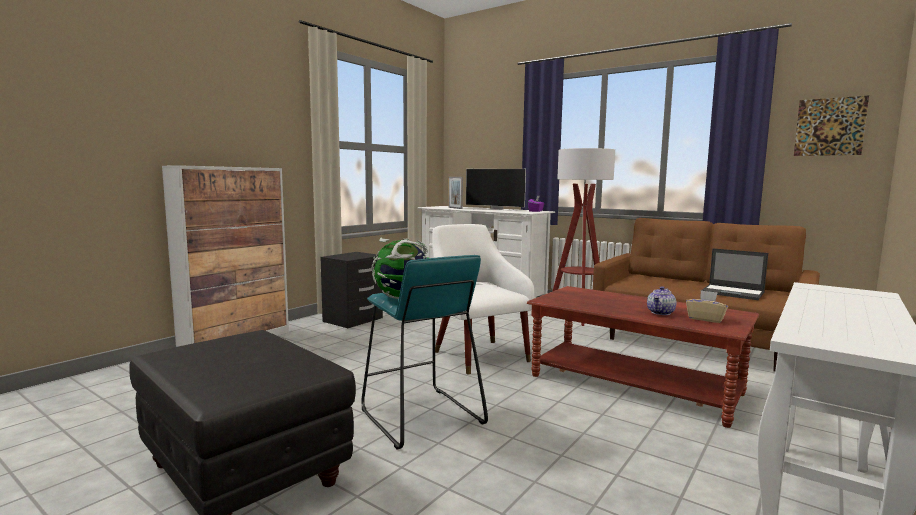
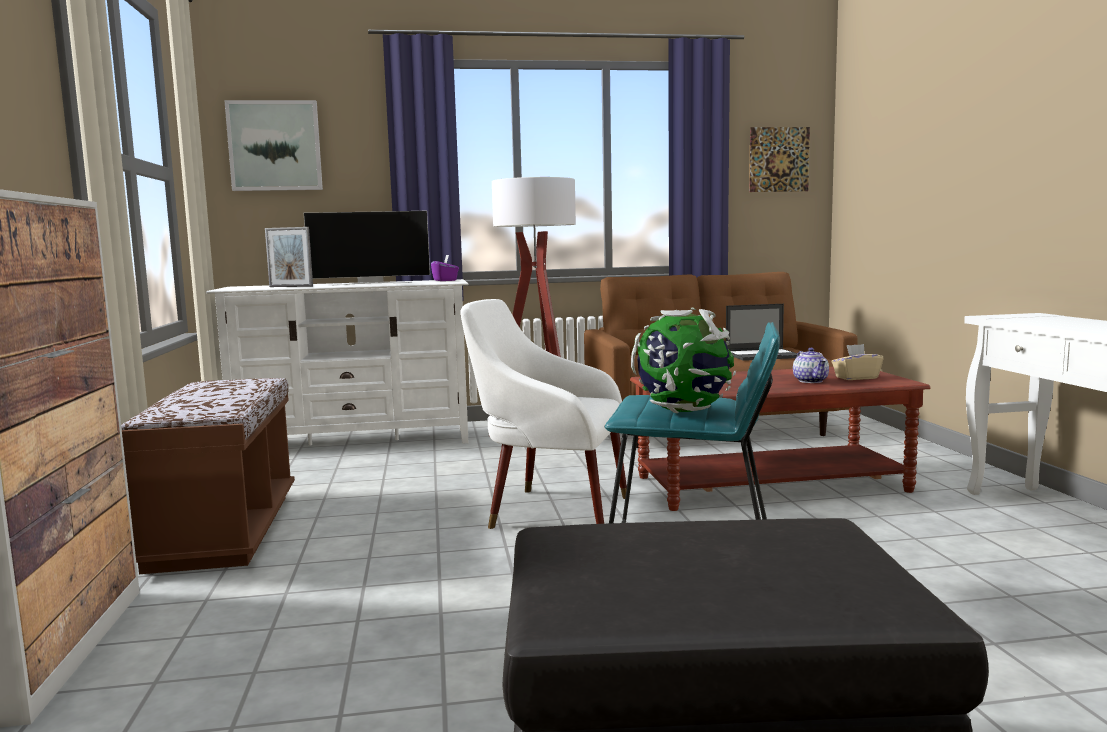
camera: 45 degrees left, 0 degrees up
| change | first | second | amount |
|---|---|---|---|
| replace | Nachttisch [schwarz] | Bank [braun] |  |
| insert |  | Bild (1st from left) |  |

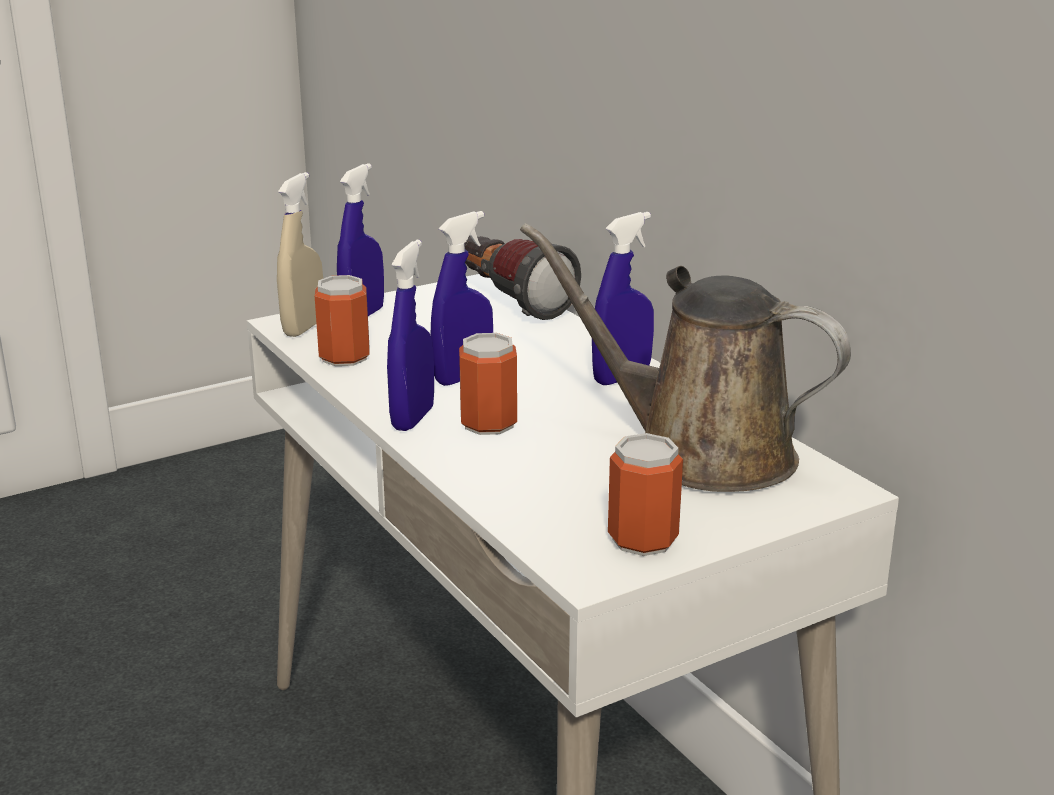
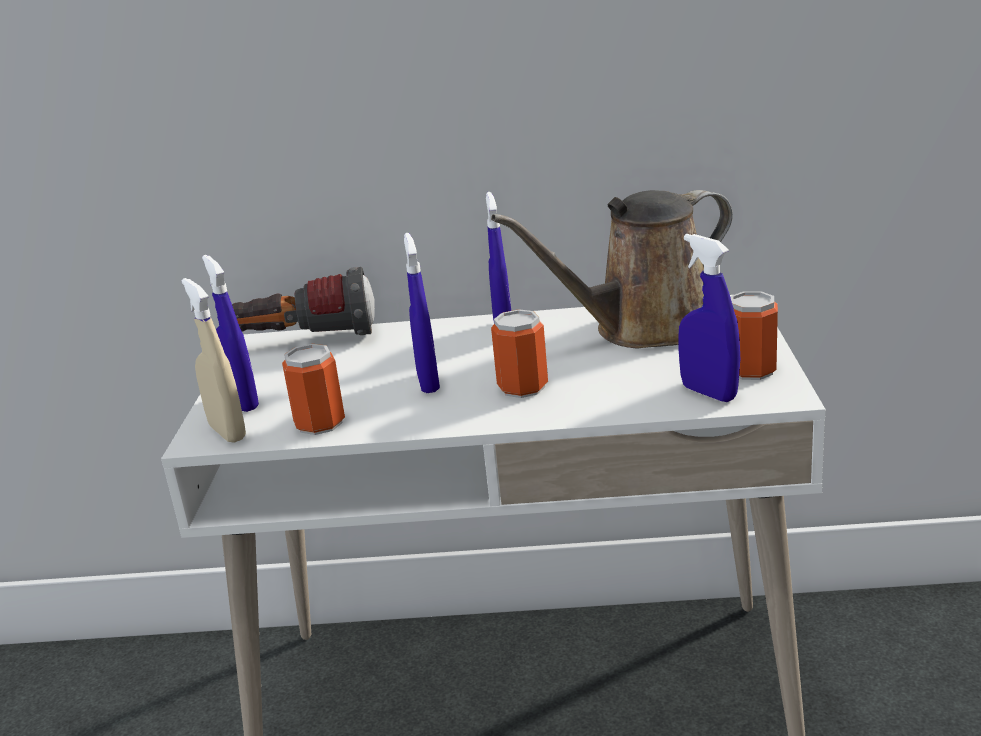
camera: 55 degrees left, 0 degrees up
| change | first | second | amount |
|---|---|---|---|
| move | Sprühflasche [blau] (2nd from left in the first image) | Sprühflasche [blau] (4th from left) |  |

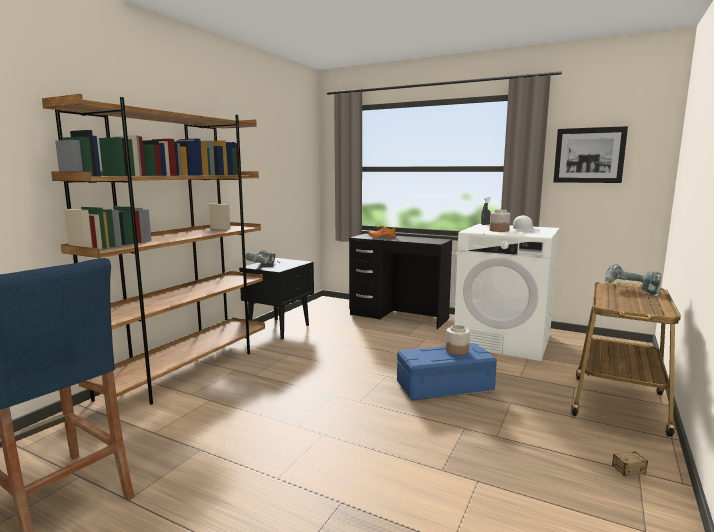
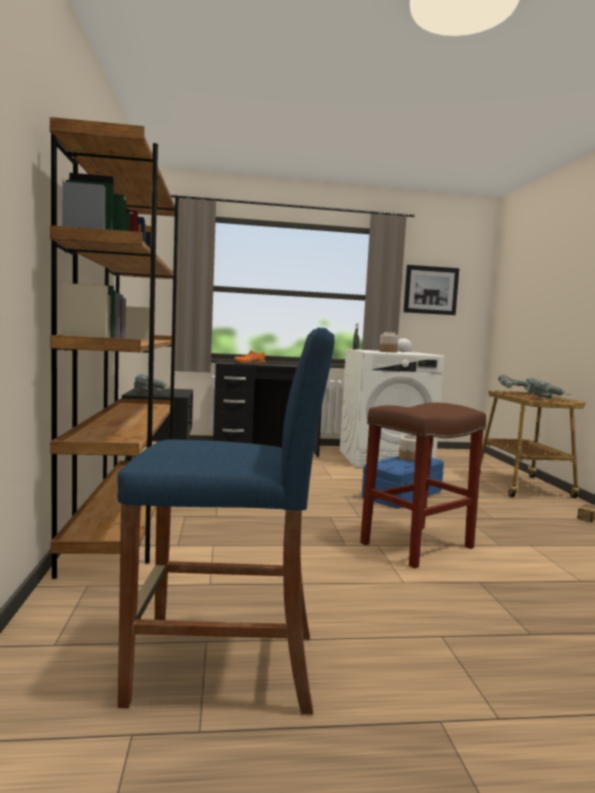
camera: 35 degrees left, 5 degrees down
| change | first | second | amount |
|---|---|---|---|
| insert |  | Bohrmaschine (3rd from left) |  |
| insert |  | Hocker [braun] |  |

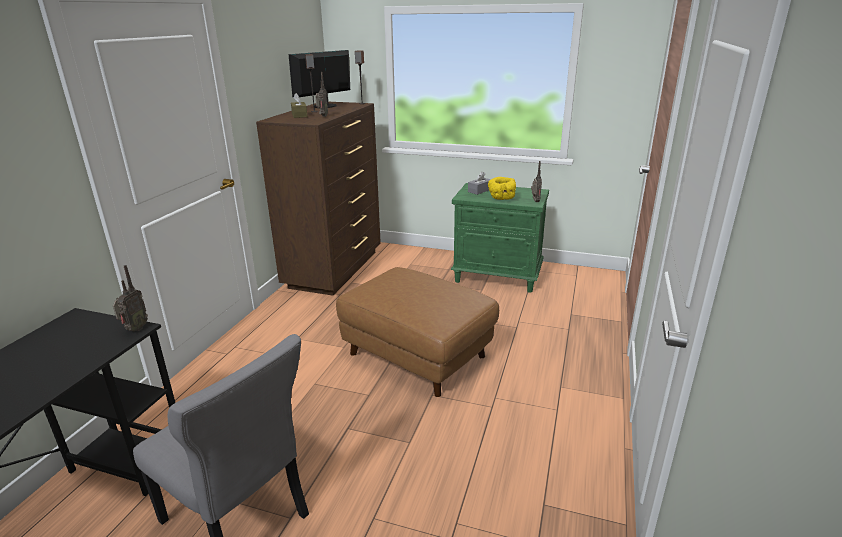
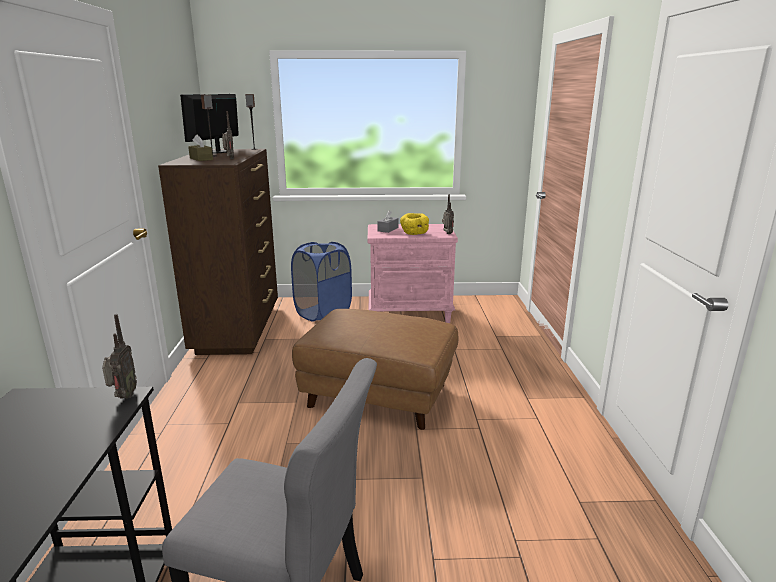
camera: 20 degrees left, 5 degrees down
| change | first | second | amount |
|---|---|---|---|
| recolor | Nachttisch [grün] | Nachttisch [rosa] |  |
| insert |  | Wäschekorb [blau] |  |

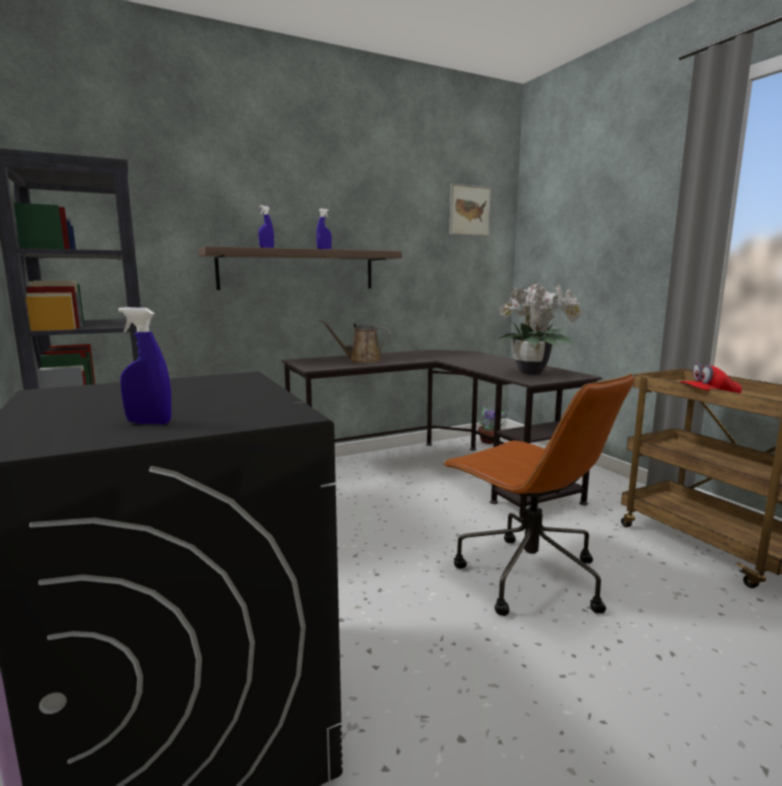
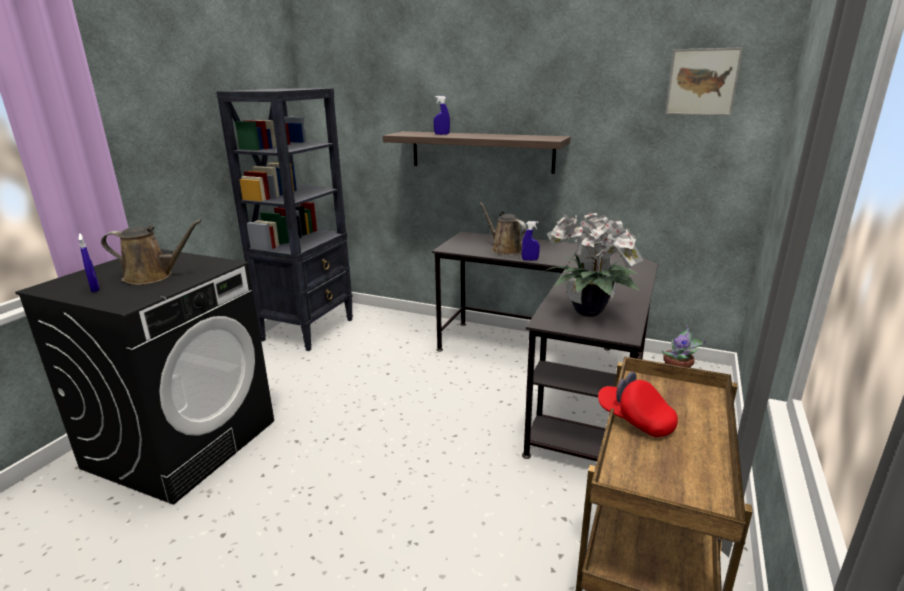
camera: 50 degrees right, 10 degrees up
| change | first | second | amount |
|---|---|---|---|
| move | Sprühflasche [blau] (3rd from left) |  |  |
| delete | Bürostuhl [braun] |  |  |
| insert |  | Gießkanne [braun] (1st from left) |  |

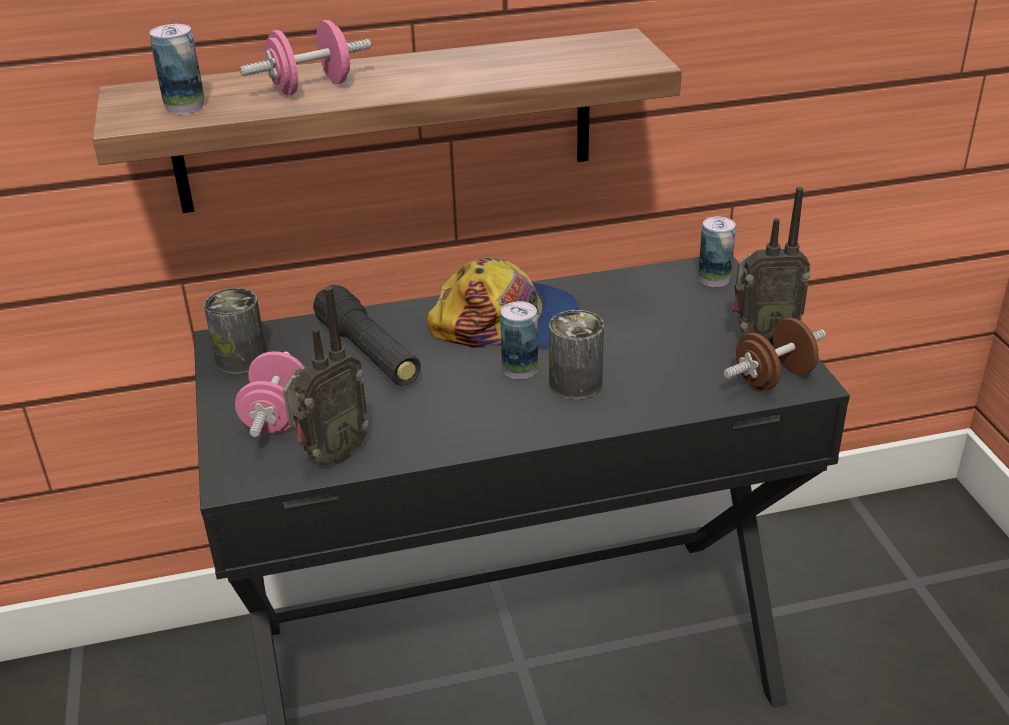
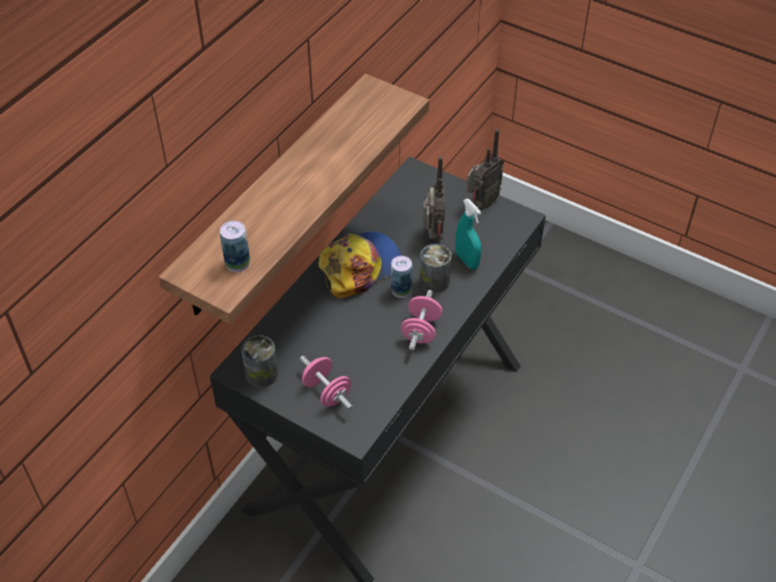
camera: 45 degrees left, 15 degrees up
| change | first | second | amount |
|---|---|---|---|
| move | Hantel [rosa] (2nd from left) |  |  |
| delete | Dose (5th from left) |  |  |
| delete | Taschenlampe [schwarz] |  |  |
| move | Radio (1st from left) |  |  |
| delete | Hantel [braun] |  |  |
| insert |  | Sprühflasche [türkis] |  |

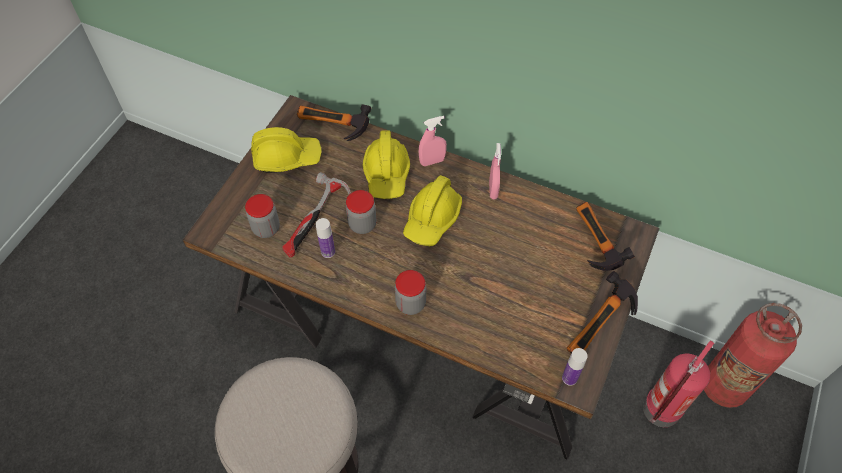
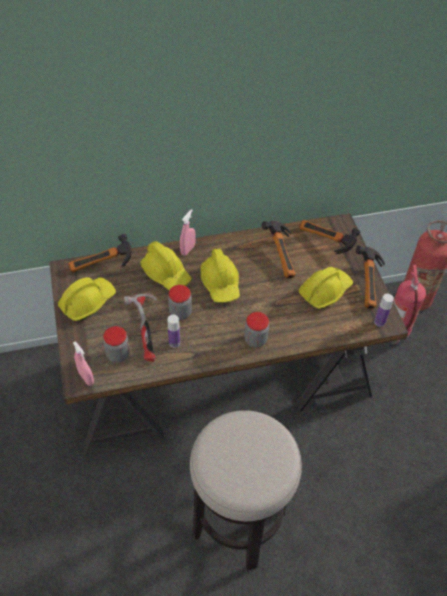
camera: 40 degrees left, 5 degrees down
| change | first | second | amount |
|---|---|---|---|
| move | Sprühflasche [rosa] (2nd from left in the first image) | Sprühflasche [rosa] (1st from left) |  |
| insert |  | Hammer (3rd from left) |  |
| insert |  | Schutzhelm [gelb] (4th from left) |  |

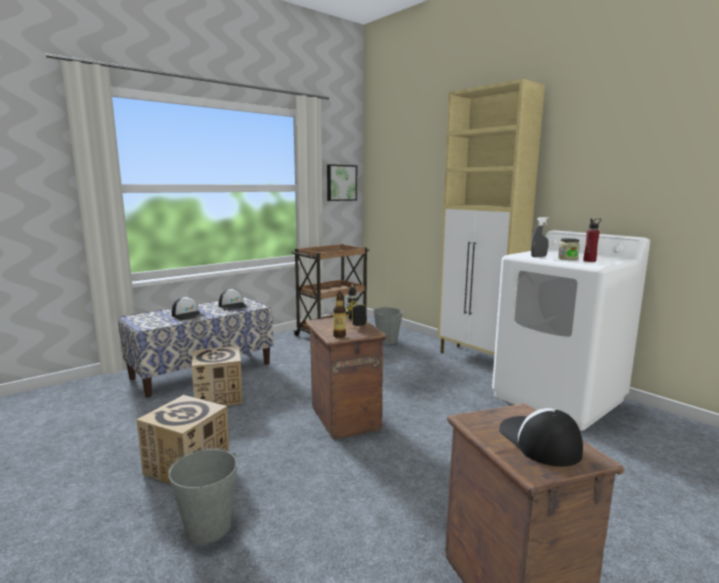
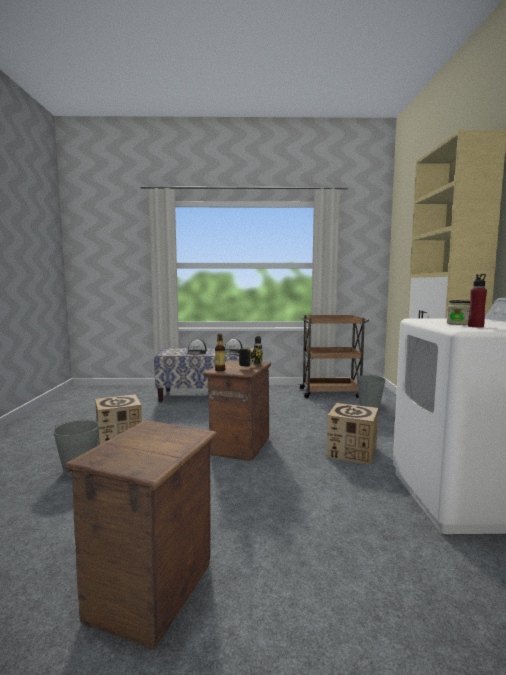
camera: 40 degrees right, 5 degrees down
| change | first | second | amount |
|---|---|---|---|
| delete | Bild |  |  |
| delete | Sprühflasche [grau] |  |  |
| move | Karton (2nd from left) |  |  |
| delete | Kappe (3rd from left) |  |  |

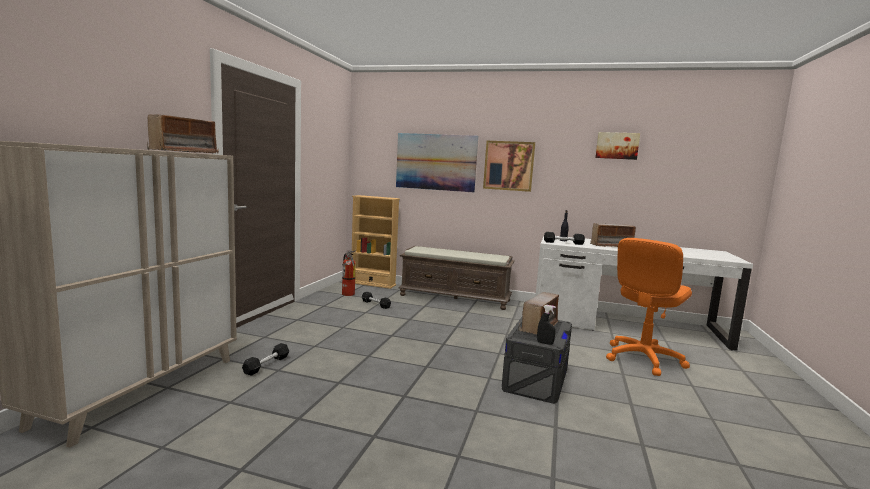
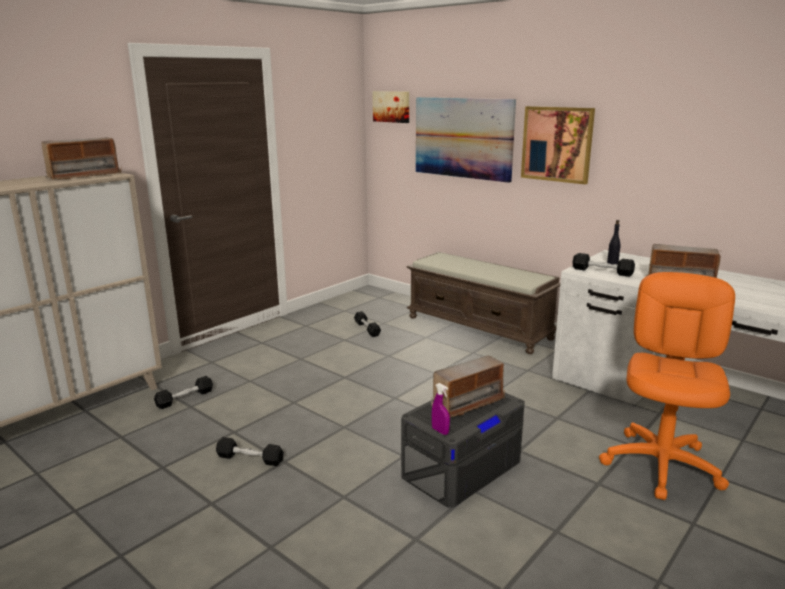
camera: 25 degrees right, 10 degrees up
| change | first | second | amount |
|---|---|---|---|
| move | Bild (3rd from left in the first image) | Bild (1st from left) |  |
| delete | Bücherregal [beige] |  |  |
| rotate | Bürostuhl [orange] |  | 135 degrees clockwise |
| delete | Feuerlöscher |  |  |
| recolor | Sprühflasche [schwarz] | Sprühflasche [lila] |  |
| insert |  | Hantel [schwarz] (2nd from left) |  |

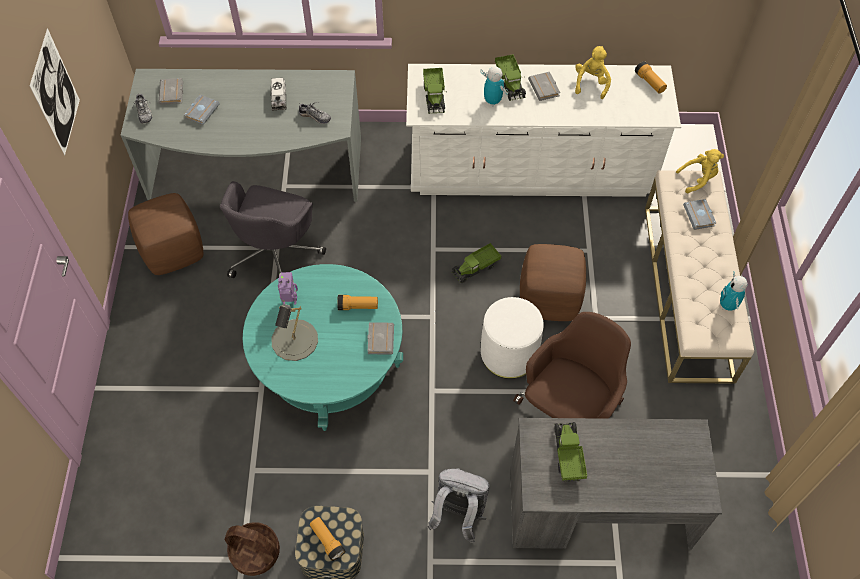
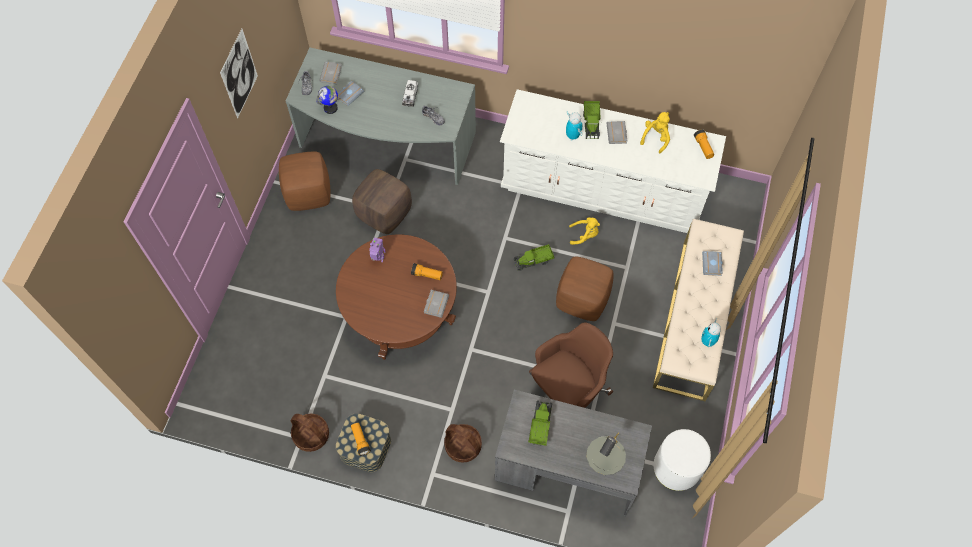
camera: 15 degrees right, 5 degrees up
| change | first | second | amount |
|---|---|---|---|
| delete | Spielzeuglaster (2nd from left) |  |  |
| move | Plüschtier [gelb] (2nd from left in the first image) | Plüschtier [gelb] (1st from left) |  |
| replace | Bürostuhl [grau] | Polsterhocker [braun] (2nd from left) |  |
| recolor | Couchtisch [türkis] | Couchtisch [braun] |  |
| move | Polsterhocker [weiß] |  |  |
| move | Tischlampe [grau] |  |  |
| replace | Rucksack [grau] | Korb (2nd from left) |  |
| insert |  | Globus |  |

